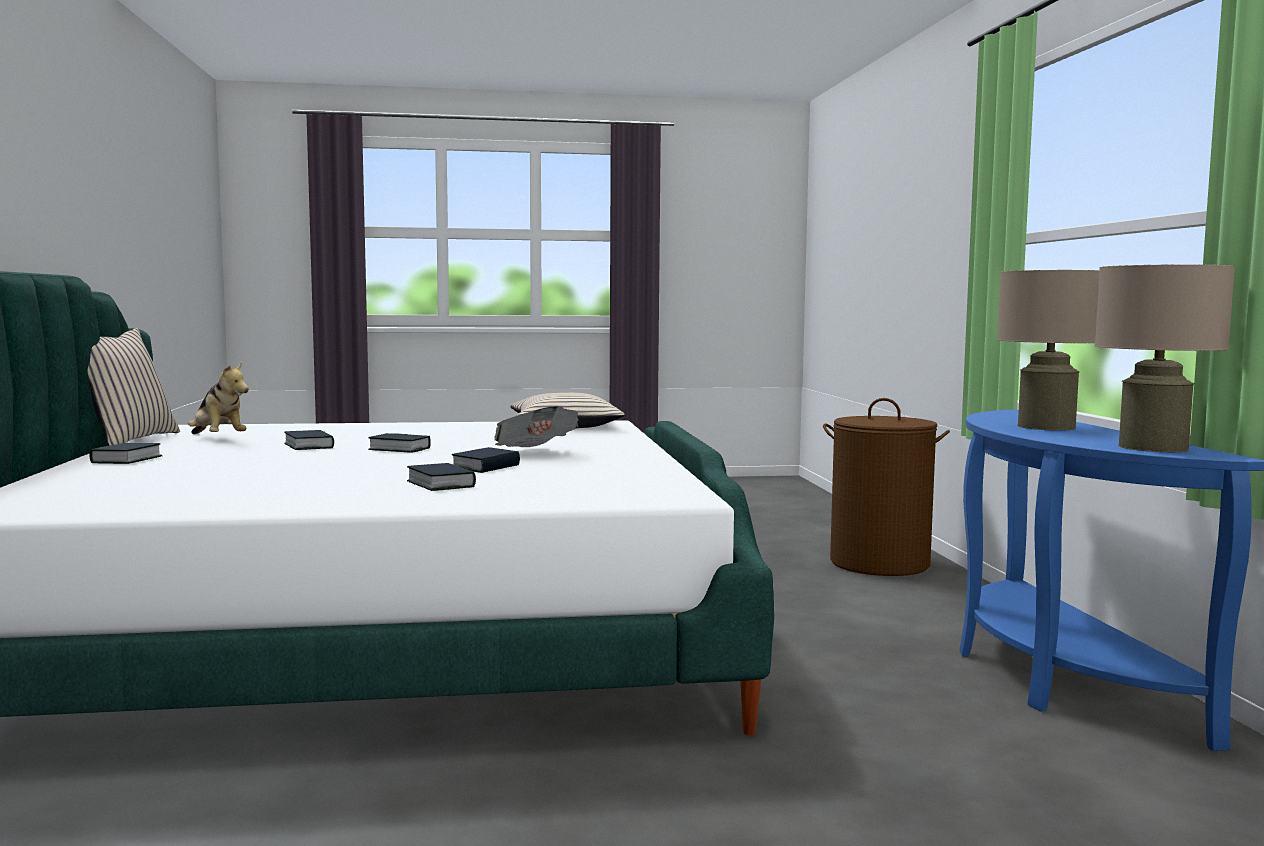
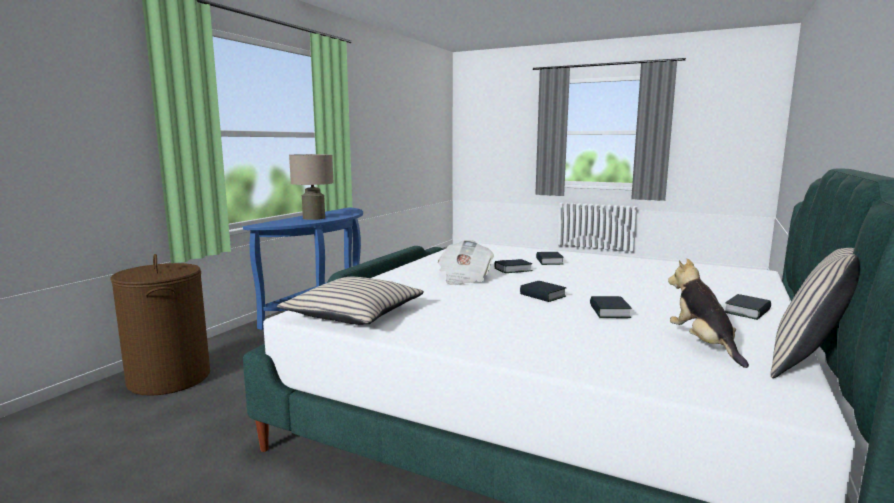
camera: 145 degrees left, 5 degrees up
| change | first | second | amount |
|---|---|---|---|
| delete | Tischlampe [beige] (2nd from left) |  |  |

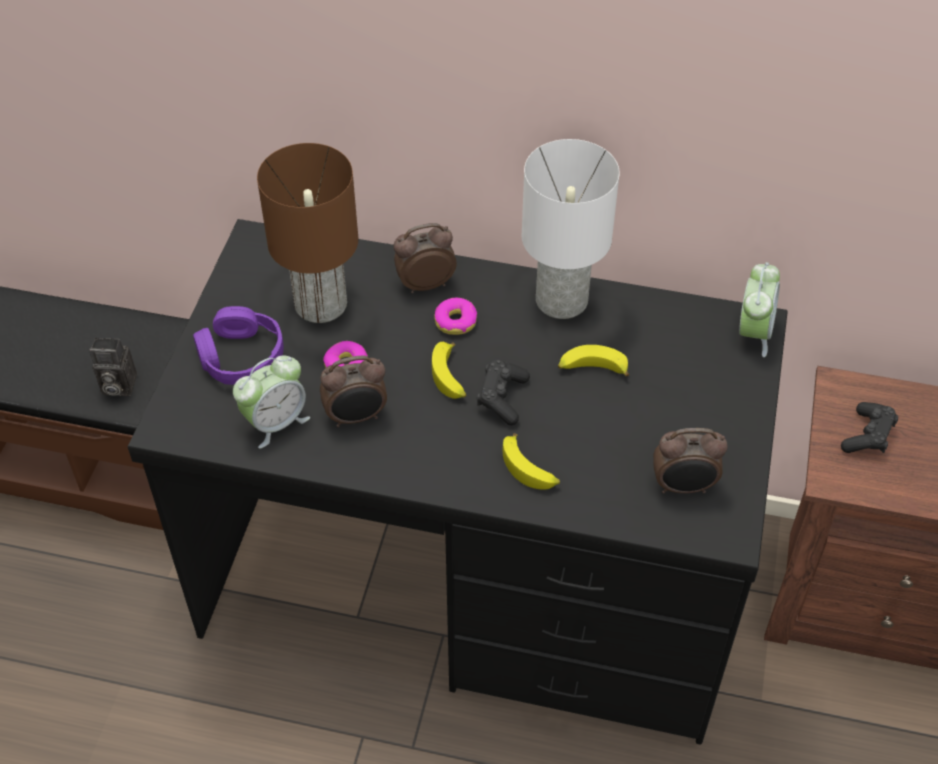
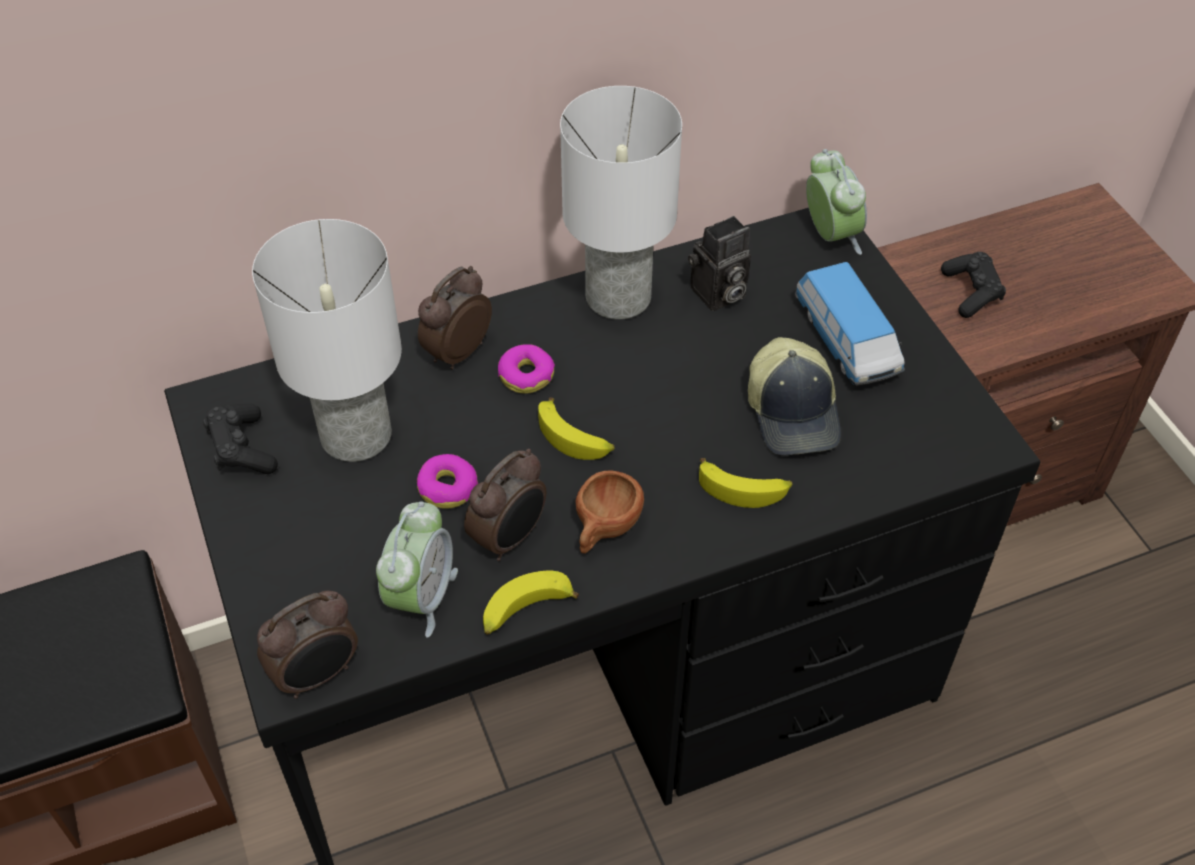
camera: 35 degrees left, 0 degrees up
| change | first | second | amount |
|---|---|---|---|
| recolor | Tischlampe [braun] | Tischlampe [weiß] (1st from left) |  |
| delete | Kopfhörer [lila] |  |  |
| move | Kamera |  |  |
| move | Banane (3rd from left in the first image) | Banane (1st from left) |  |
| move | Gamepad [schwarz] (1st from left) |  |  |
| move | Wecker (4th from left in the first image) | Wecker (1st from left) |  |
| insert |  | Spielzeugauto |  |
| insert |  | Kappe |  |
| insert |  | Tasse [braun] |  |

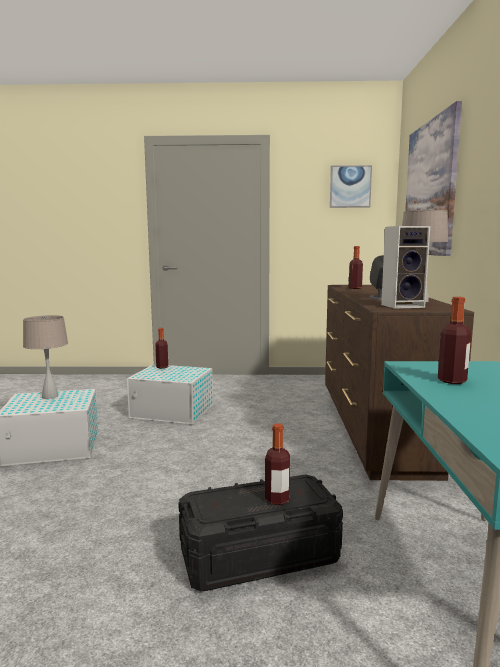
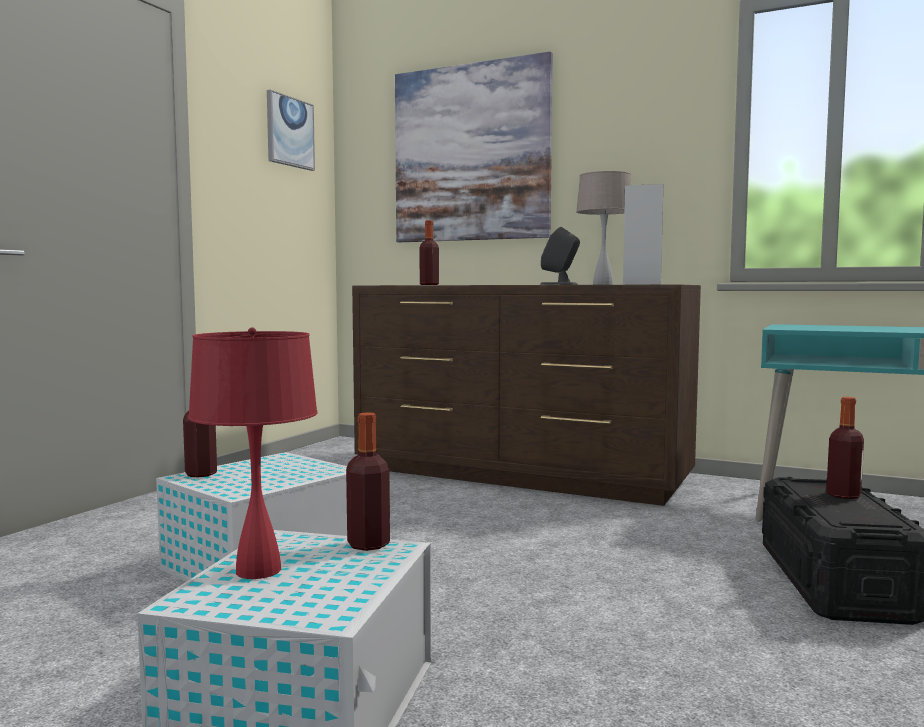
camera: 65 degrees left, 5 degrees down
| change | first | second | amount |
|---|---|---|---|
| move | Flasche (4th from left in the first image) | Flasche (2nd from left) |  |
| recolor | Tischlampe [beige] (1st from left) | Tischlampe [rot] |  |

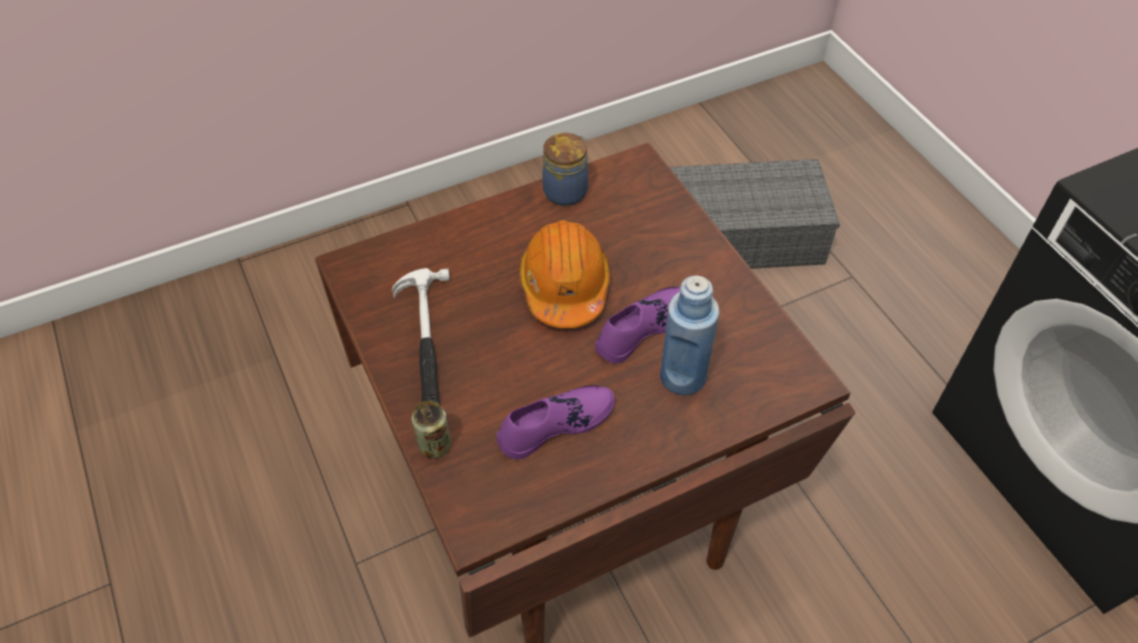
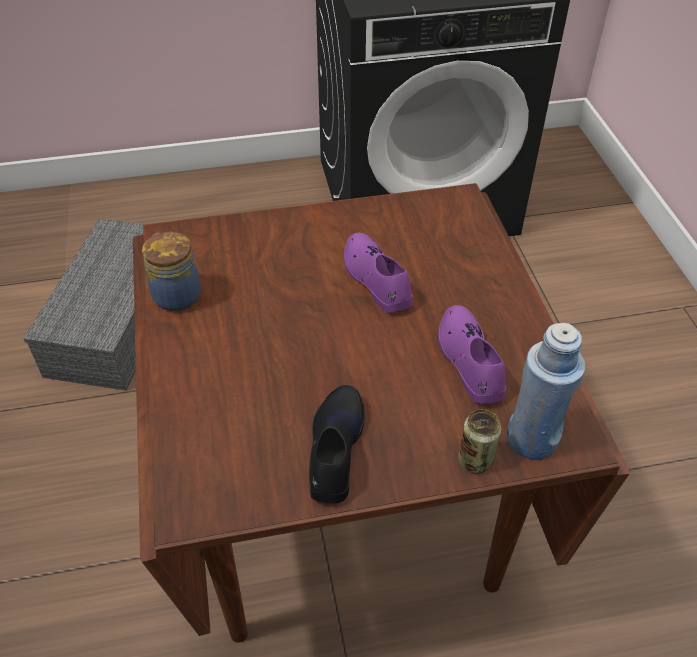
camera: 75 degrees left, 5 degrees down
| change | first | second | amount |
|---|---|---|---|
| delete | Schutzhelm [orange] |  |  |
| replace | Hammer | Schuh [schwarz] |  |
| move | Flasche [blau] |  |  |

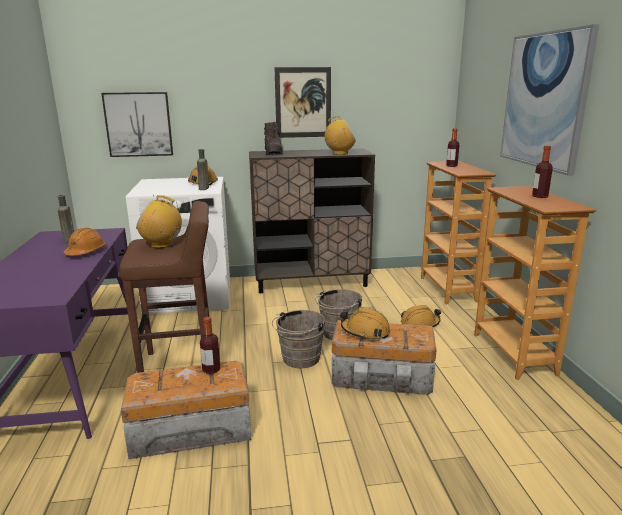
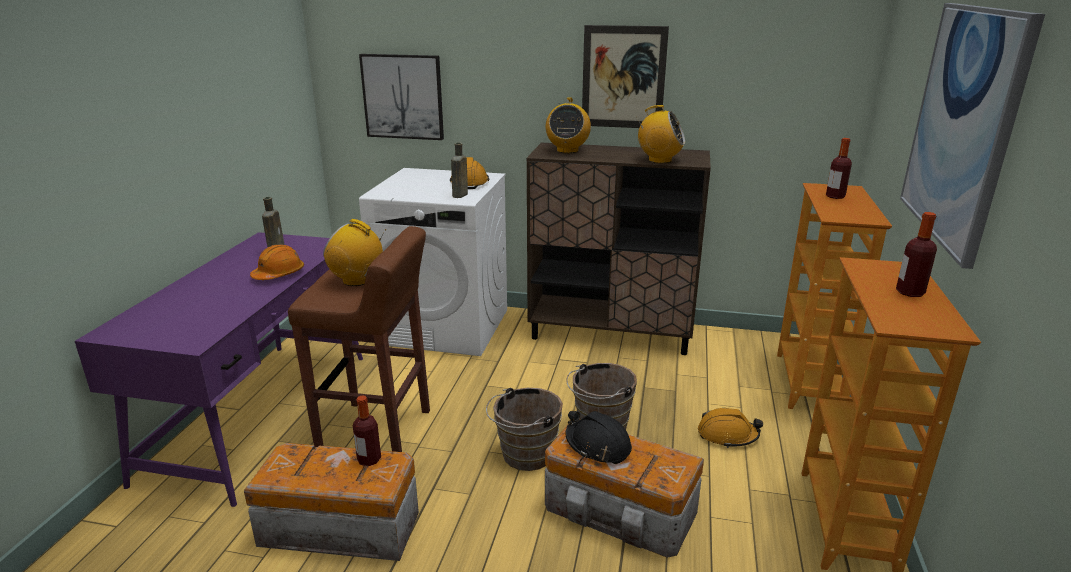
camera: 20 degrees right, 5 degrees up
| change | first | second | amount |
|---|---|---|---|
| replace | Stiefel [braun] | Radio (2nd from left) |  |
| recolor | Schutzhelm [orange] (3rd from left) | Schutzhelm [schwarz] |  |

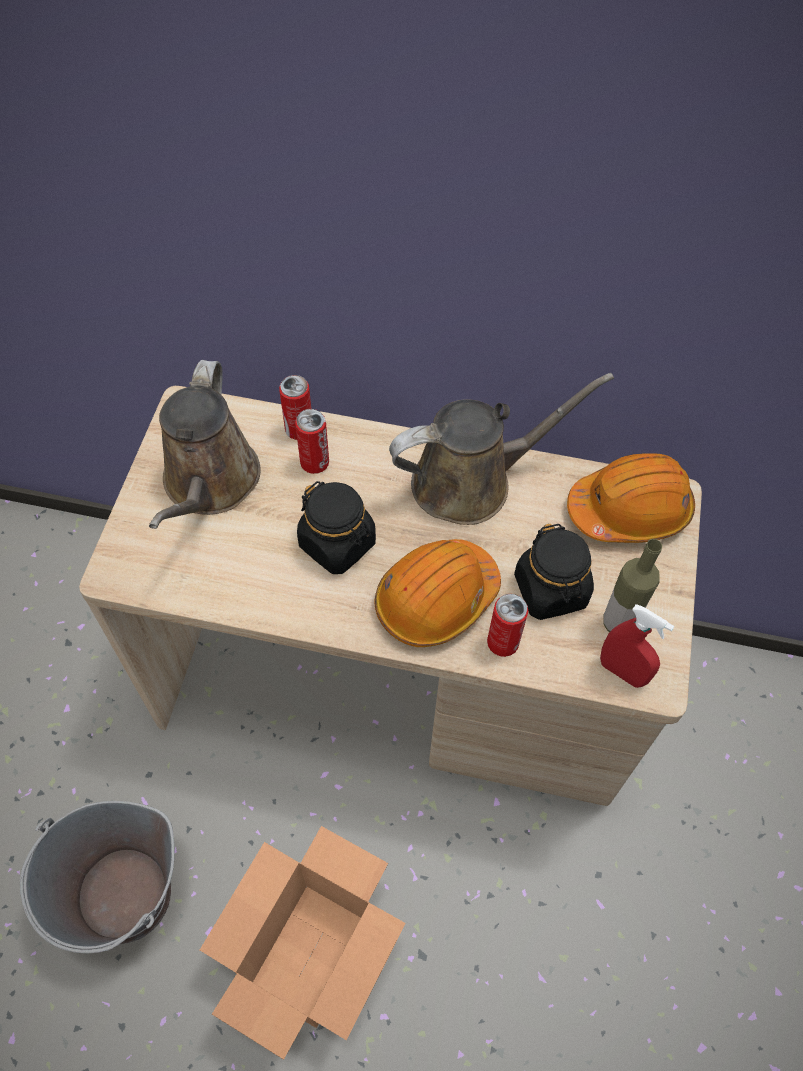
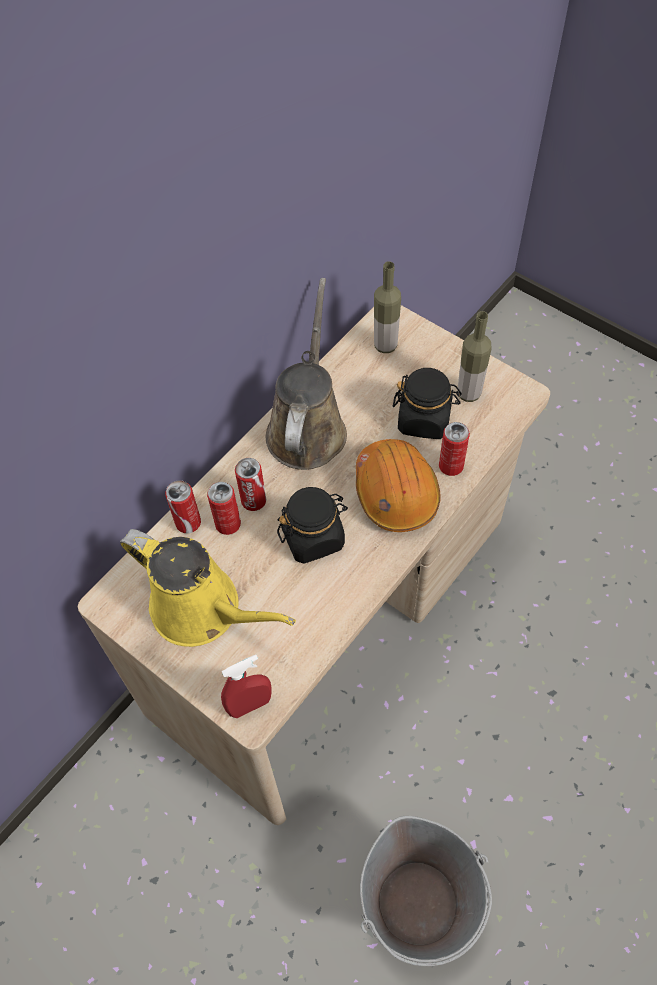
camera: 60 degrees left, 0 degrees up
| change | first | second | amount |
|---|---|---|---|
| recolor | Gießkanne [braun] (1st from left) | Gießkanne [gelb] |  |
| replace | Schutzhelm [orange] (2nd from left) | Flasche (1st from left) |  |
| move | Sprühflasche [rot] |  |  |
| delete | Karton |  |  |
| insert |  | Dose (3rd from left) |  |

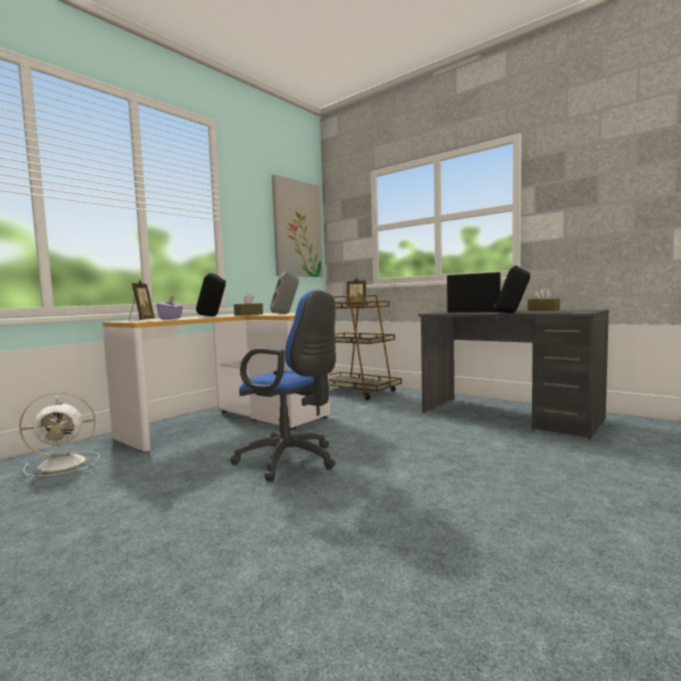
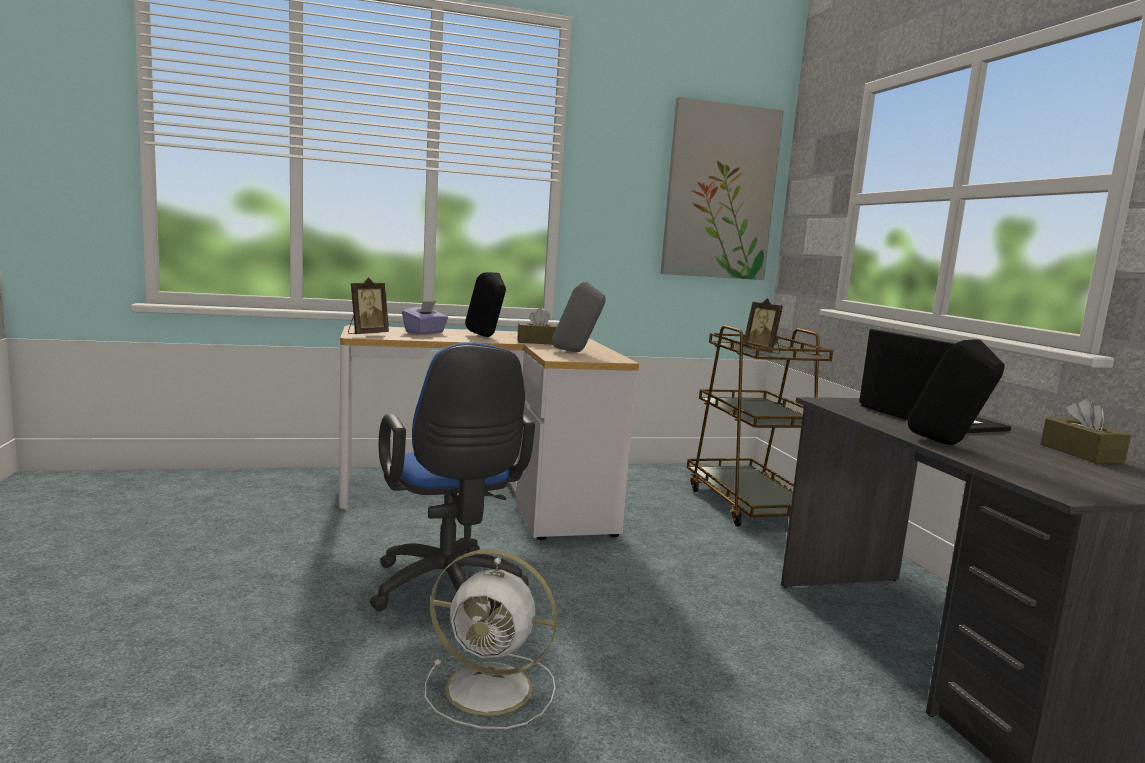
camera: 35 degrees right, 5 degrees up
| change | first | second | amount |
|---|---|---|---|
| move | Ventilator [weiß] |  |  |

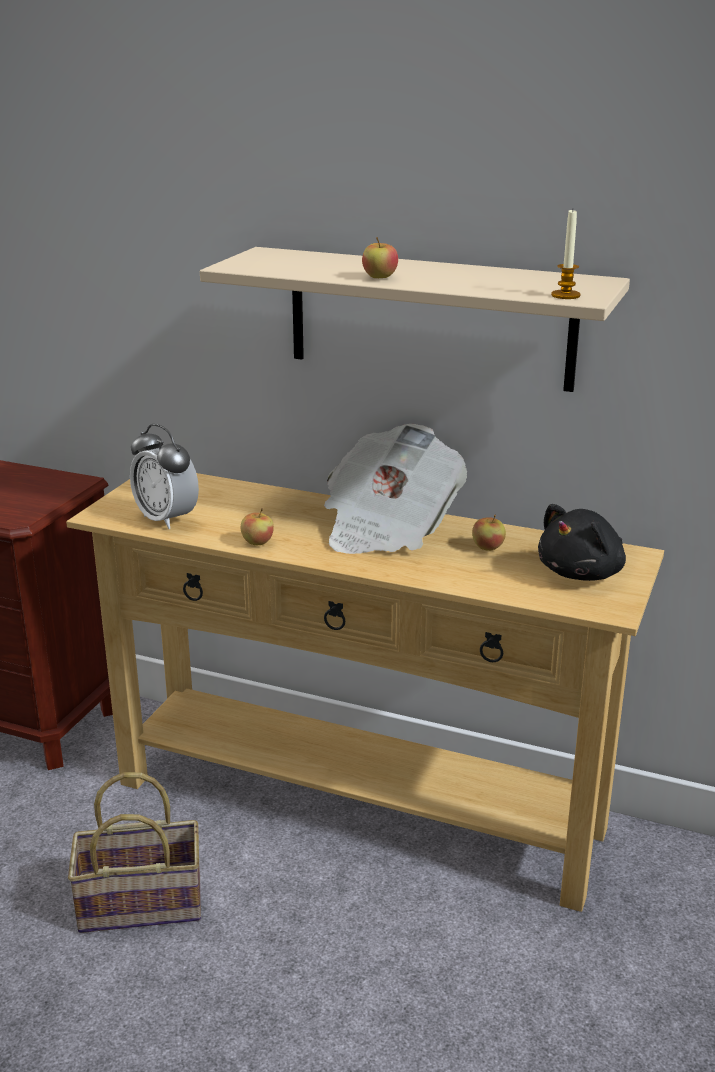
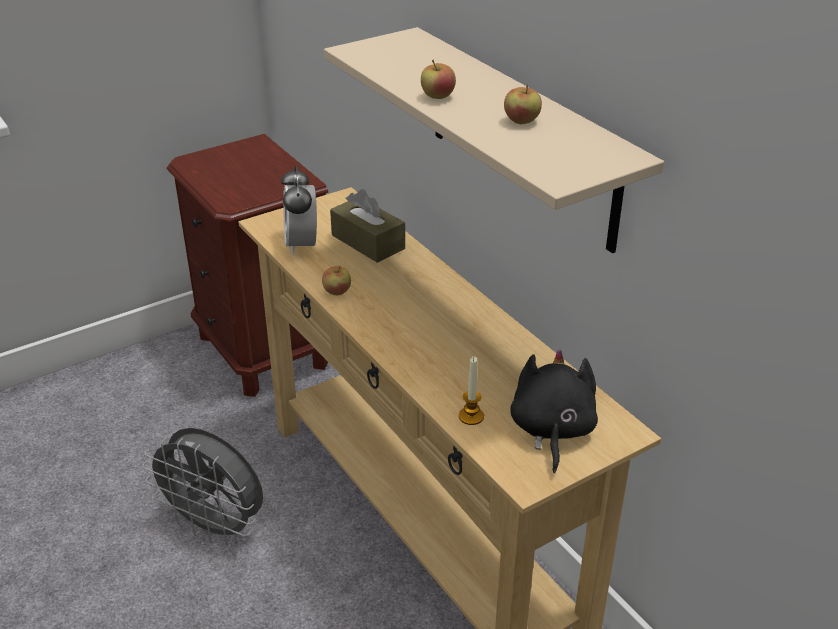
camera: 35 degrees right, 10 degrees up
| change | first | second | amount |
|---|---|---|---|
| move | Kerze |  |  |
| delete | Zeitung |  |  |
| rotate | Plüschtier [schwarz] |  | 105 degrees clockwise |
| move | Apfel (3rd from left) |  |  |
| replace | Korb | Ventilator [grau] |  |
| insert |  | Taschentuchbox [braun] |  |

